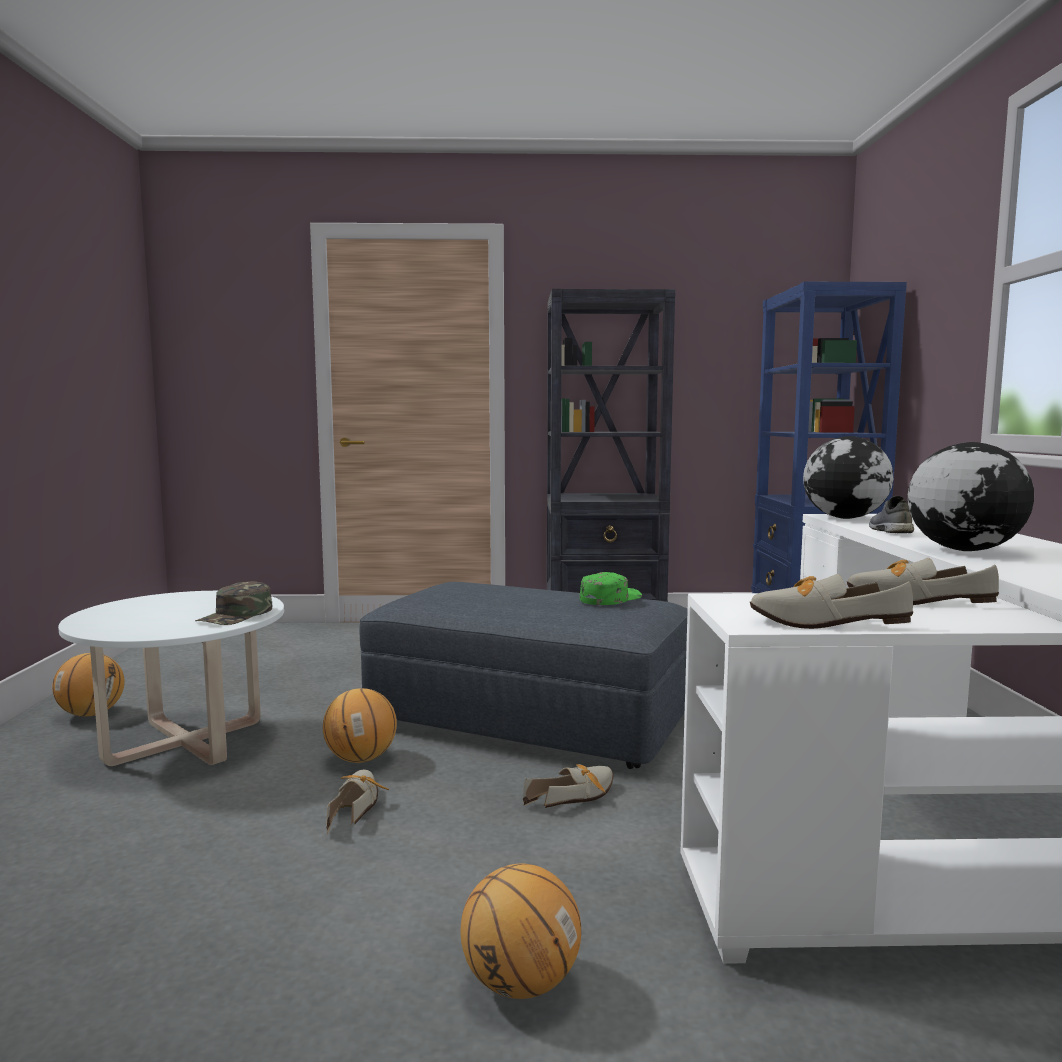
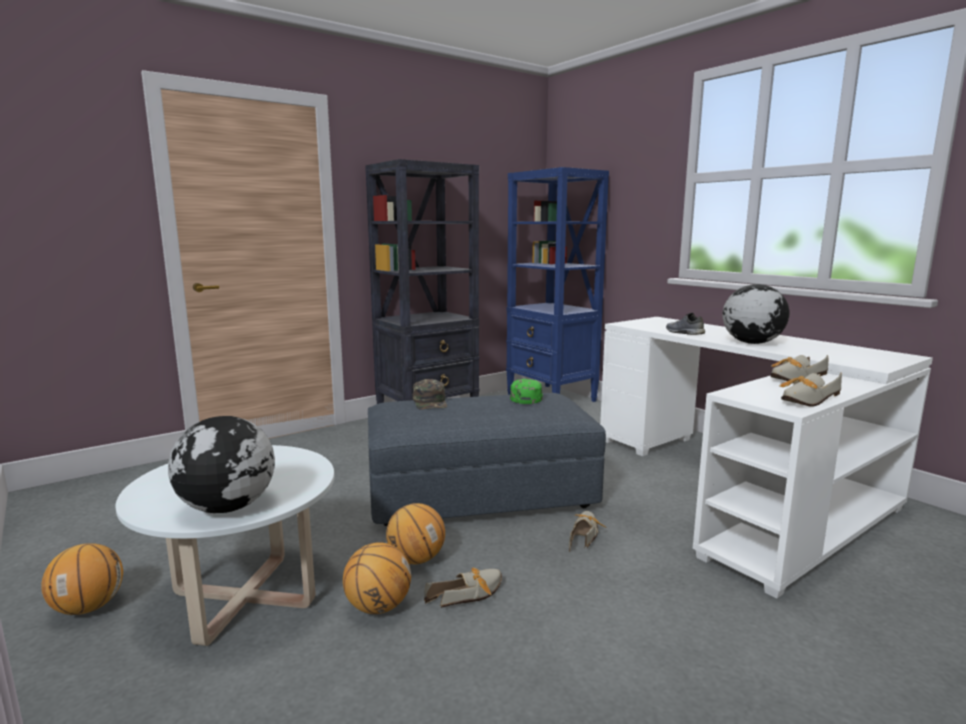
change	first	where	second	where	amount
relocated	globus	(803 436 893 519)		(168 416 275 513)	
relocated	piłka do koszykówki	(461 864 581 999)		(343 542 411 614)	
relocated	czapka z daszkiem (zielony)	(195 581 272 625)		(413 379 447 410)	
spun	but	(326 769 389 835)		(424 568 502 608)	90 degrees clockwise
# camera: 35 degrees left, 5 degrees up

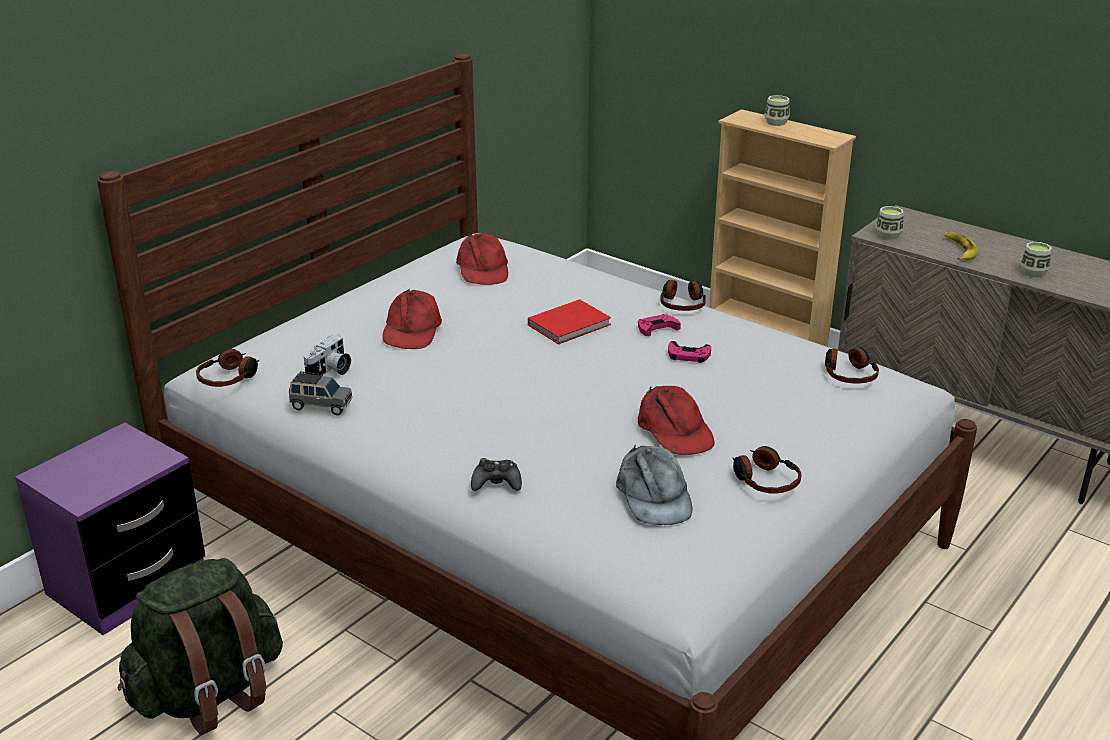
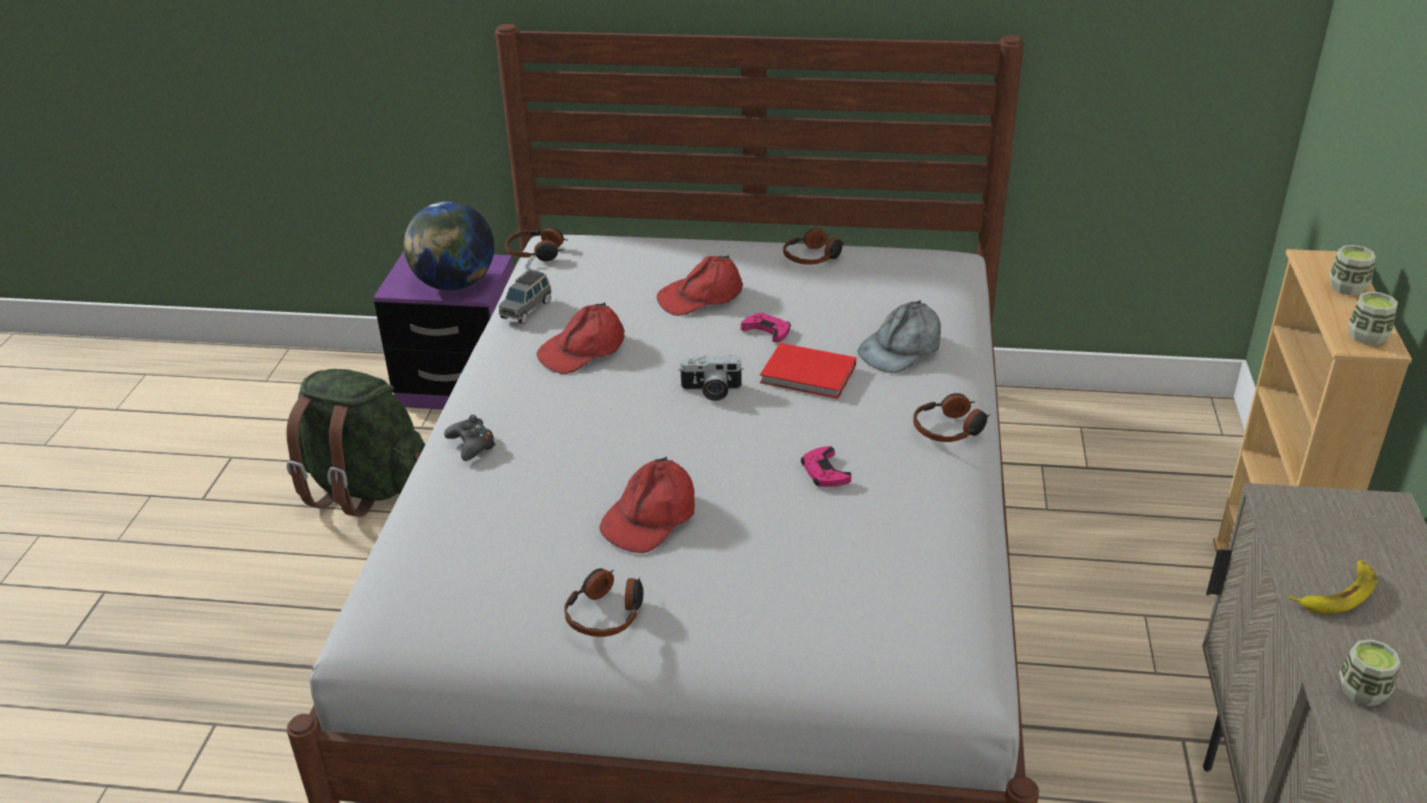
change	first	where	second	where	amount
appeared			globus	(404 201 494 291)	
spun	samochodzik (szary)	(289 371 353 416)		(499 269 552 324)	45 degrees clockwise
relocated	czapka z daszkiem (czerwony)	(456 233 508 285)		(537 302 625 374)	
relocated	aparat fotograficzny	(304 335 351 376)		(678 355 744 401)	
relocated	pad do gier (różowy)	(638 314 681 336)		(741 313 791 342)	
relocated	słuchawki	(825 347 879 383)		(783 228 844 265)	
relocated	czapka z daszkiem (szary)	(616 445 692 525)		(858 300 941 373)	
relocated	filiżanka	(876 206 904 240)		(1348 291 1398 345)	
# camera: 60 degrees right, 5 degrees up

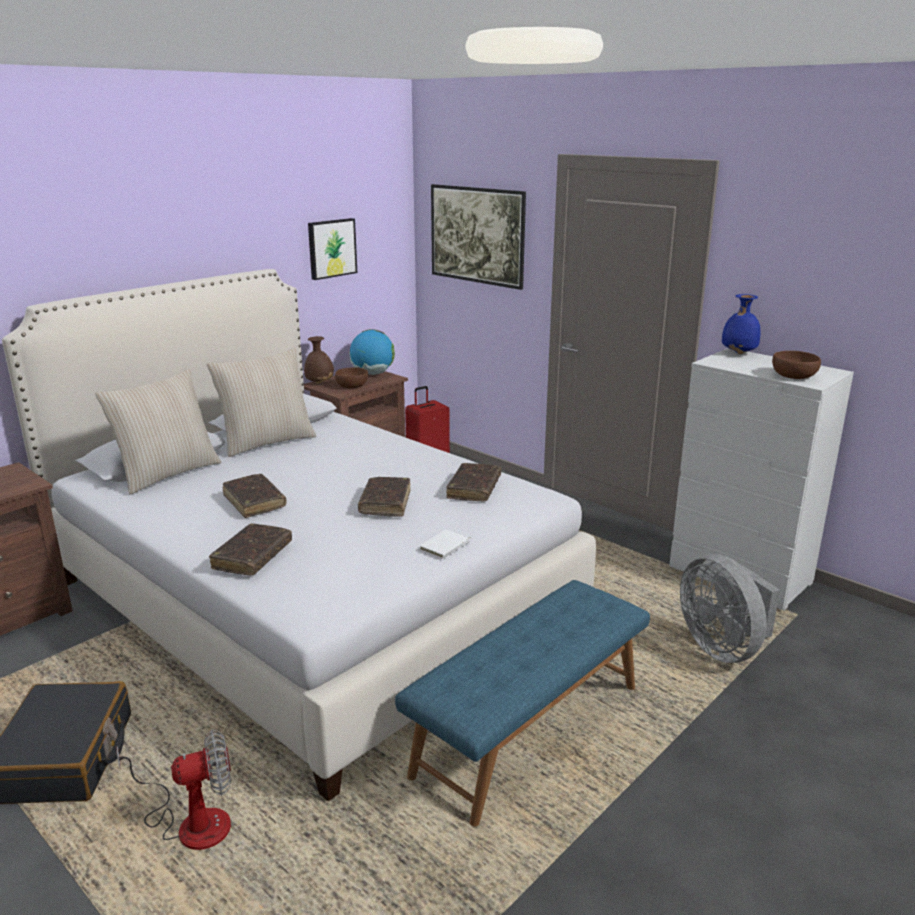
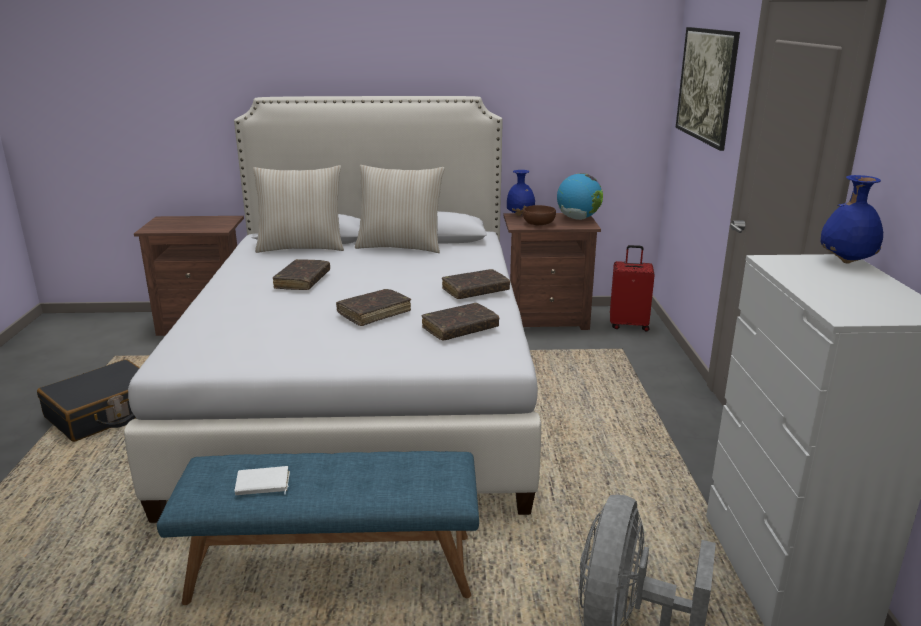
change	first	where	second	where	amount
relocated	książka (biały)	(420 529 477 559)		(235 466 290 495)	
relocated	książka (brązowy)	(209 523 292 575)		(442 269 510 299)	
colour	wazon (brązowy)	(304 336 334 384)	wazon (niebieski)	(507 170 535 216)	
missing	wentylator	(117 729 231 850)			
missing	obraz	(308 218 357 280)			
missing	miska (brązowy)	(772 351 821 379)			
# camera: 45 degrees right, 0 degrees up

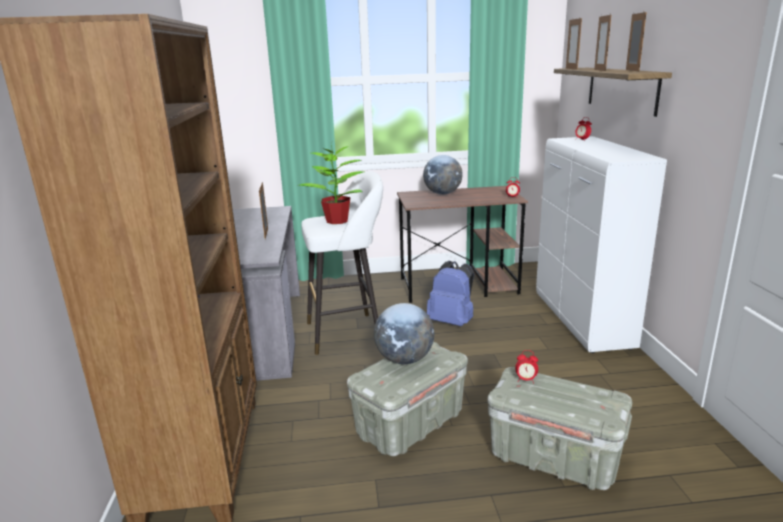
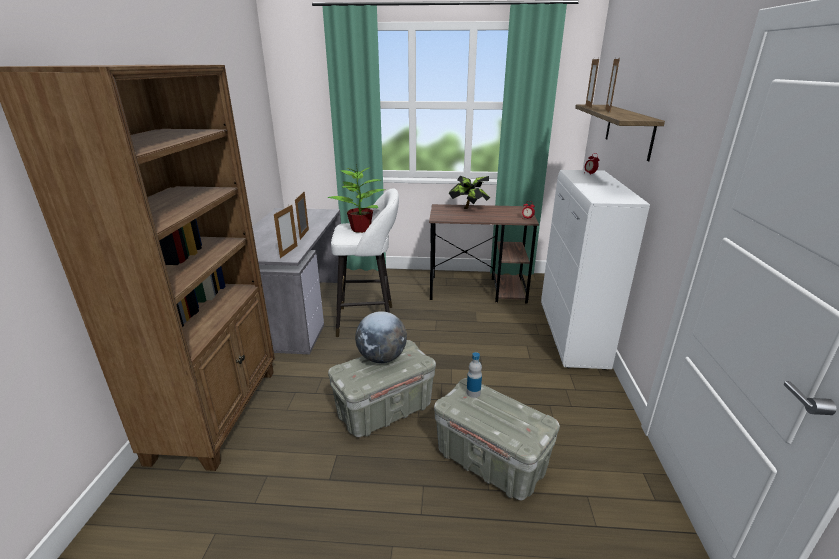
change	first	where	second	where	amount
relocated	ramka na zdjęcie	(626 12 646 71)		(274 205 297 258)	
exchanged	globus	(423 155 463 195)	roślina doniczkowa	(449 176 490 209)	
exchanged	budzik	(515 350 538 384)	butelka	(467 352 482 398)	
missing	plecak (niebieski)	(427 261 474 326)			
# camera: 10 degrees right, 5 degrees up

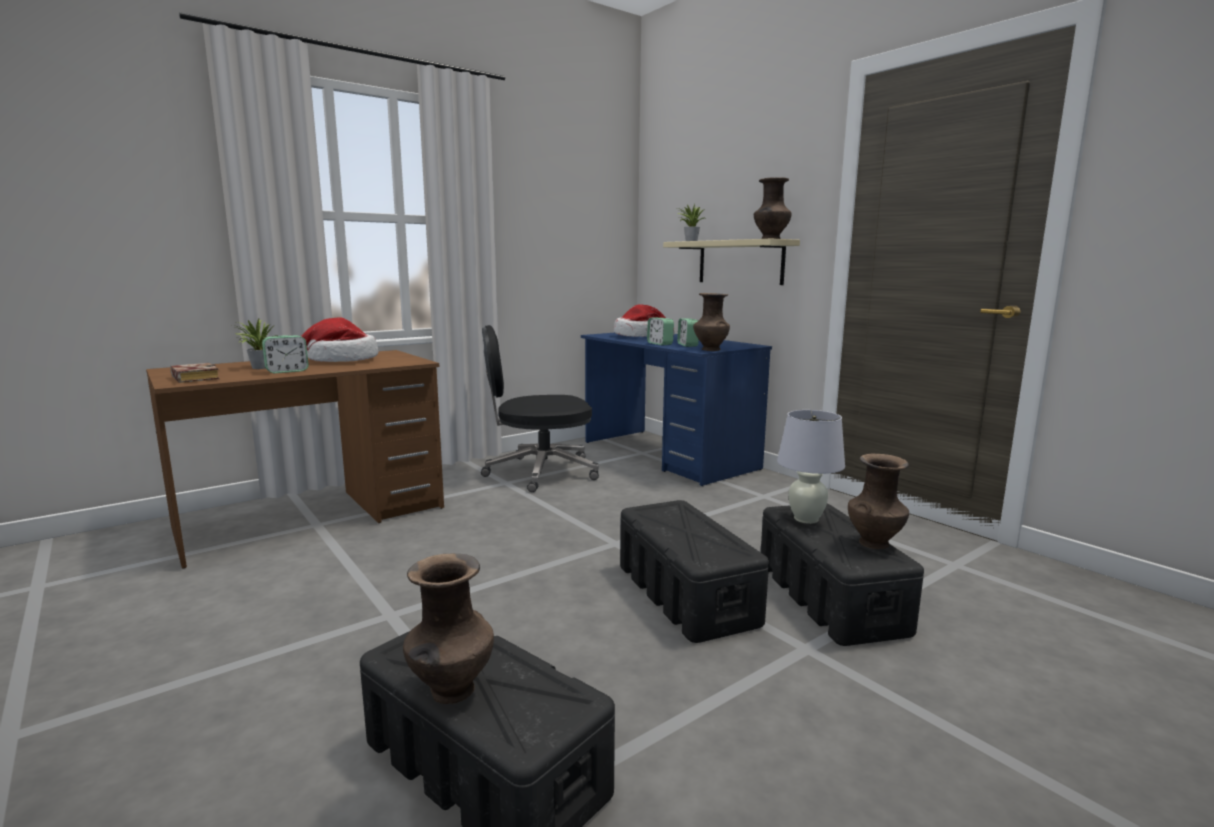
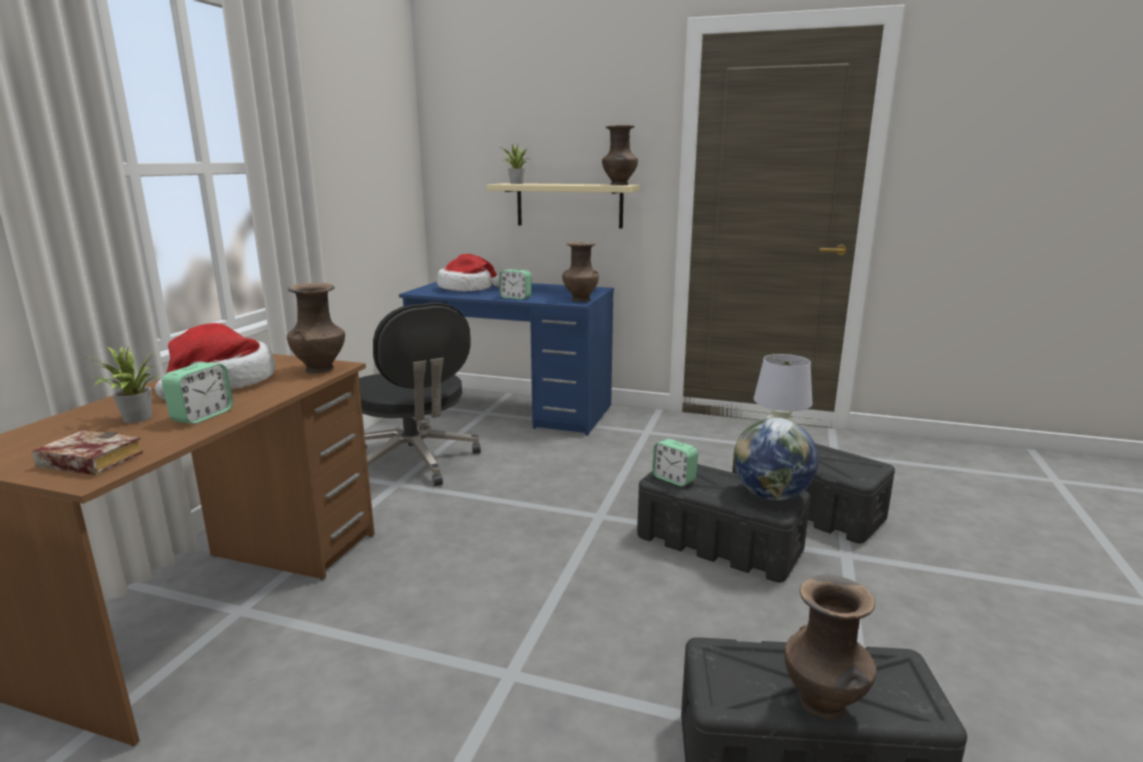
change	first	where	second	where	amount
relocated	wazon (brązowy)	(848 454 909 549)		(287 283 345 374)	
spun	krzesło biurowe (czarny)	(481 325 599 492)		(359 302 481 486)	75 degrees counterclockwise
relocated	budzik	(677 318 699 347)		(652 439 698 486)	
appeared			globus	(734 418 818 500)	
# camera: 35 degrees left, 5 degrees up

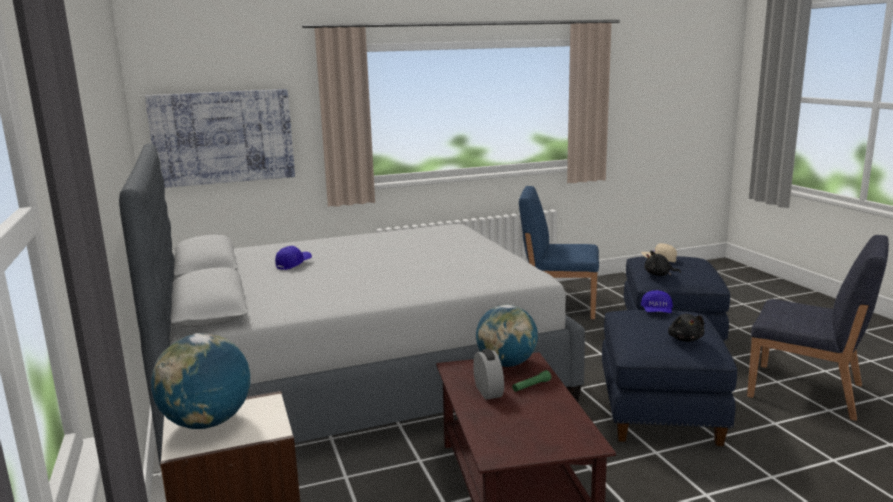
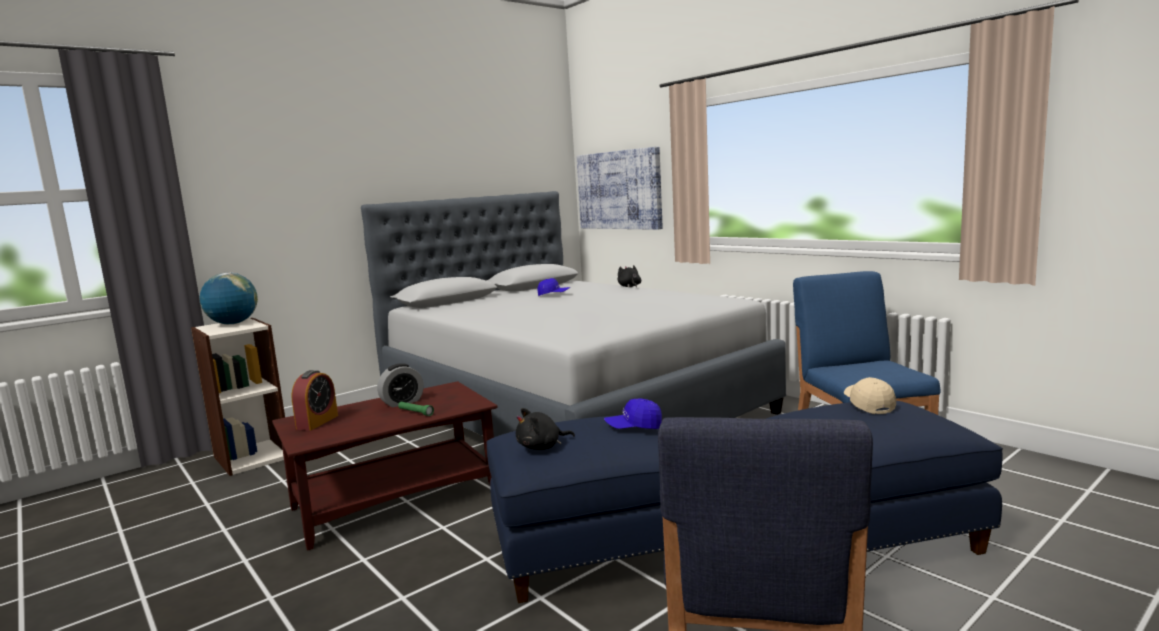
change	first	where	second	where	amount
appeared			budzik	(291 370 338 431)	
relocated	pluszak (czarny)	(645 251 681 276)		(618 265 641 287)	
missing	globus	(476 305 538 367)			
# camera: 70 degrees right, 5 degrees down

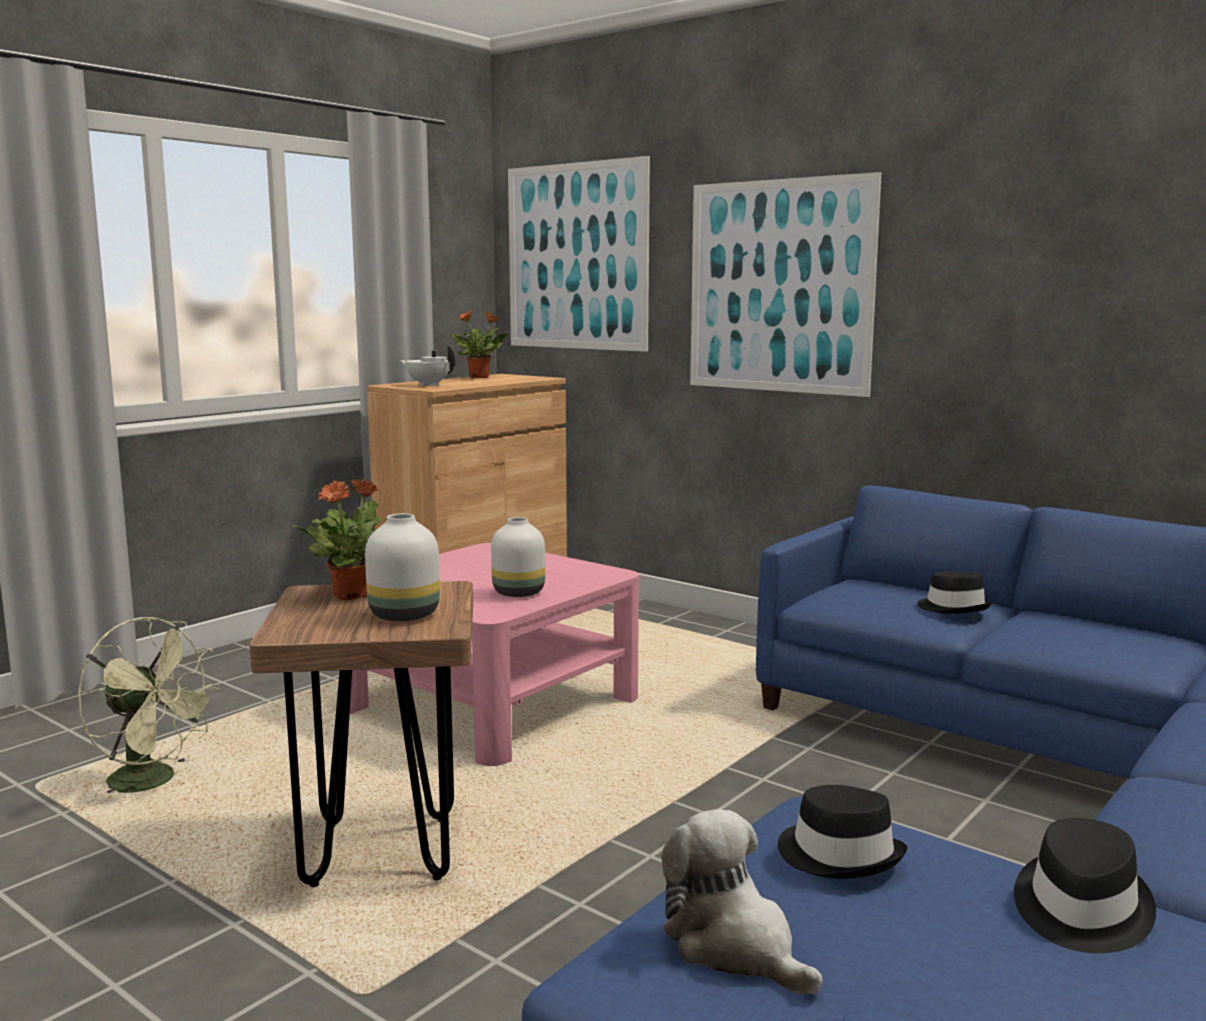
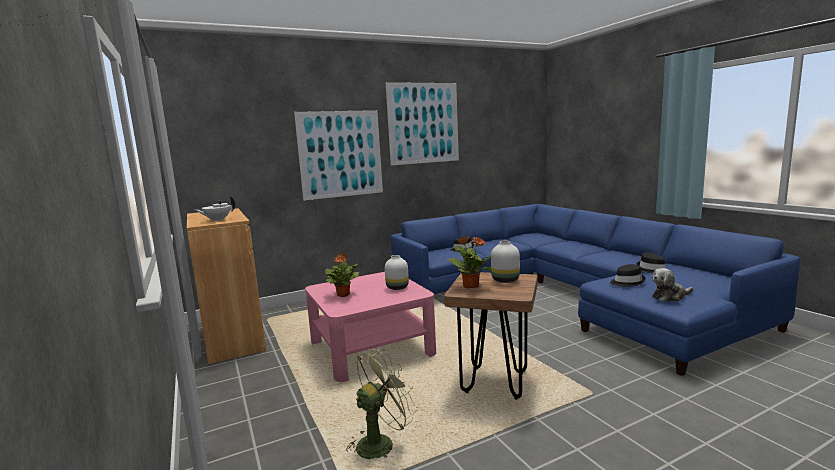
change	first	where	second	where	amount
relocated	roślina doniczkowa	(450 310 508 378)		(325 253 359 297)	
relocated	obraz	(508 156 650 352)		(386 82 459 165)	
# camera: 65 degrees left, 0 degrees up

